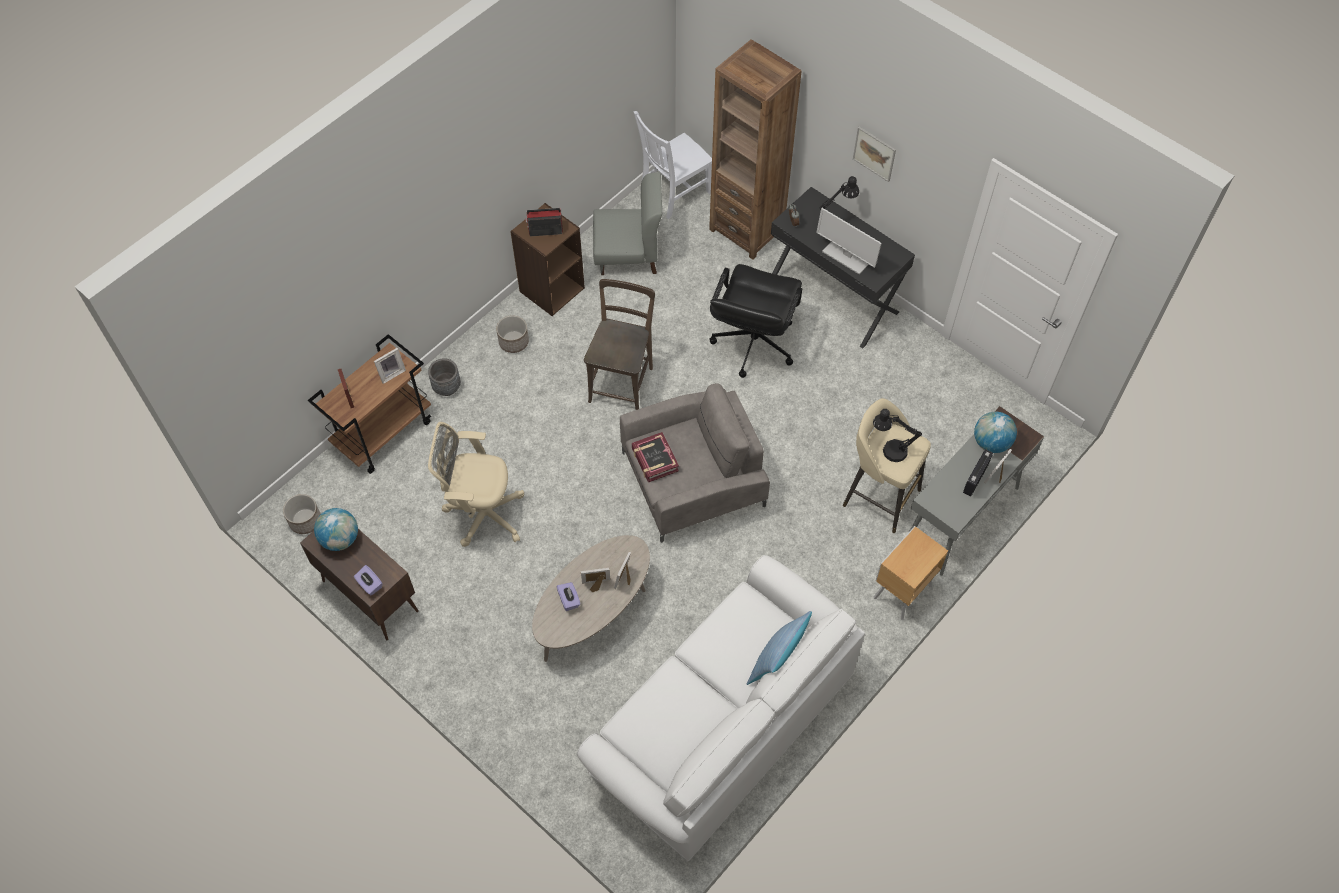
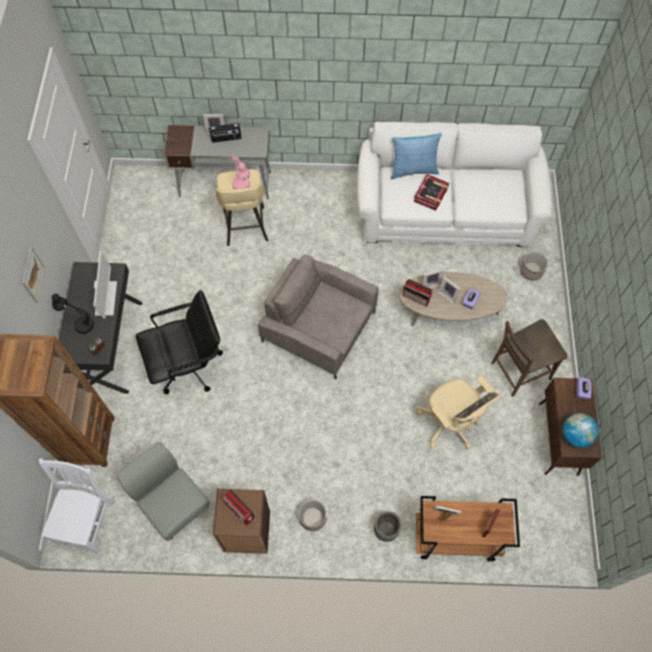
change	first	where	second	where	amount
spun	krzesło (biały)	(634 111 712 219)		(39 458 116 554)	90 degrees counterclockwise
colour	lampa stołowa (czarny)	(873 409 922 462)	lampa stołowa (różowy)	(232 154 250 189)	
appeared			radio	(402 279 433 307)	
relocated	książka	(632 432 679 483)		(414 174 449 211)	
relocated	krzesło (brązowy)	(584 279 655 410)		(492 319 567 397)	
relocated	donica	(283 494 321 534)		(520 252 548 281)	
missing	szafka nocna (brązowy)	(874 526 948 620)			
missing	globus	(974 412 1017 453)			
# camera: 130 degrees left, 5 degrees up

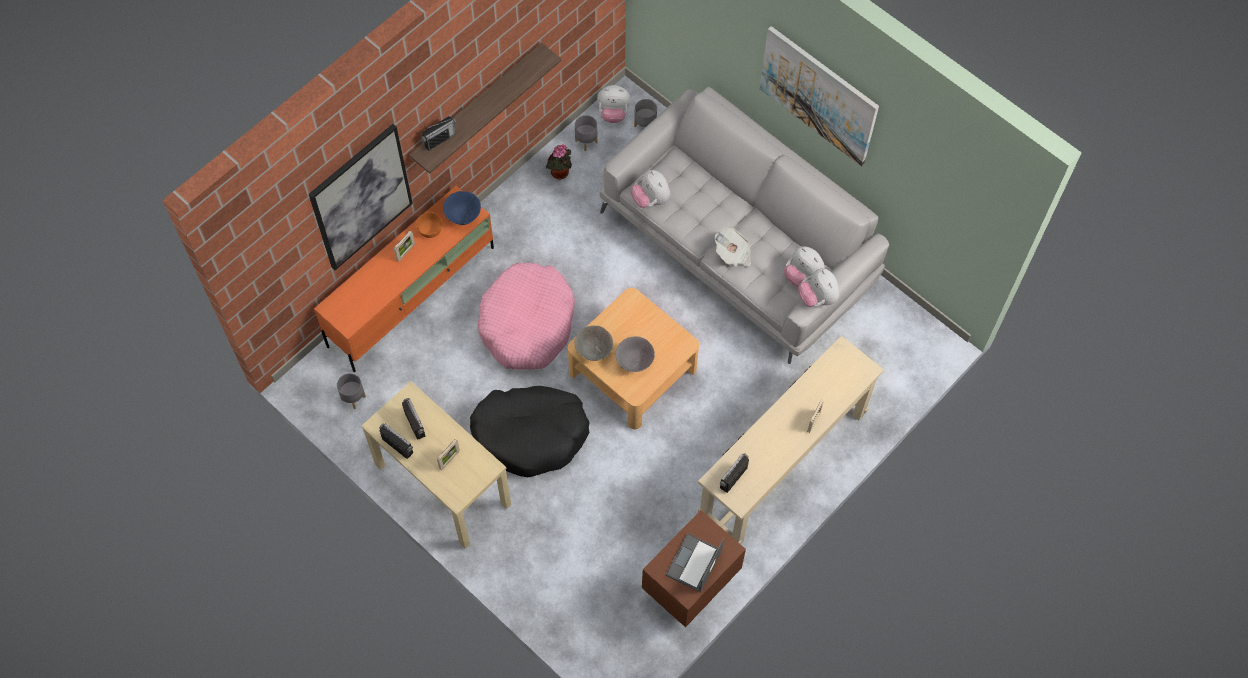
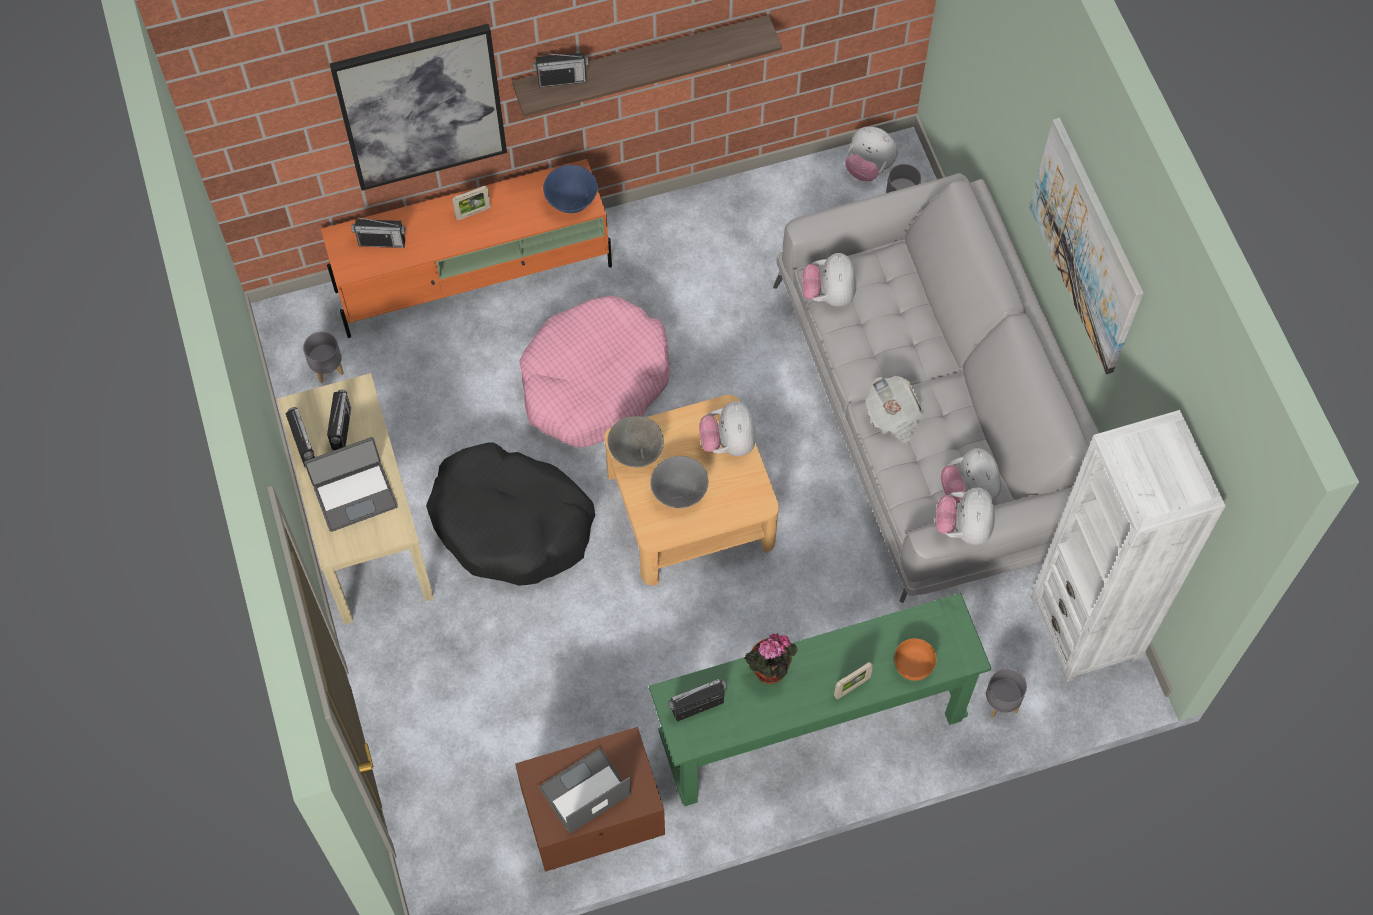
change	first	where	second	where	amount
exchanged	ramka na zdjęcie	(437 439 460 470)	laptop	(304 437 398 532)	
appeared			radio	(351 217 406 248)	
colour	stolik konsolowy (beżowy)	(698 336 884 544)	stolik konsolowy (zielony)	(649 593 991 806)	
appeared			pluszak	(699 401 756 456)	
relocated	roślina doniczkowa	(546 144 572 180)		(744 633 797 684)	
relocated	miska (pomarańczowy)	(416 212 442 238)		(894 638 937 681)	
relocated	donica (szary)	(575 115 598 151)		(985 668 1027 718)	
appeared			regał (biały)	(1031 410 1226 682)	
# camera: 30 degrees right, 0 degrees up

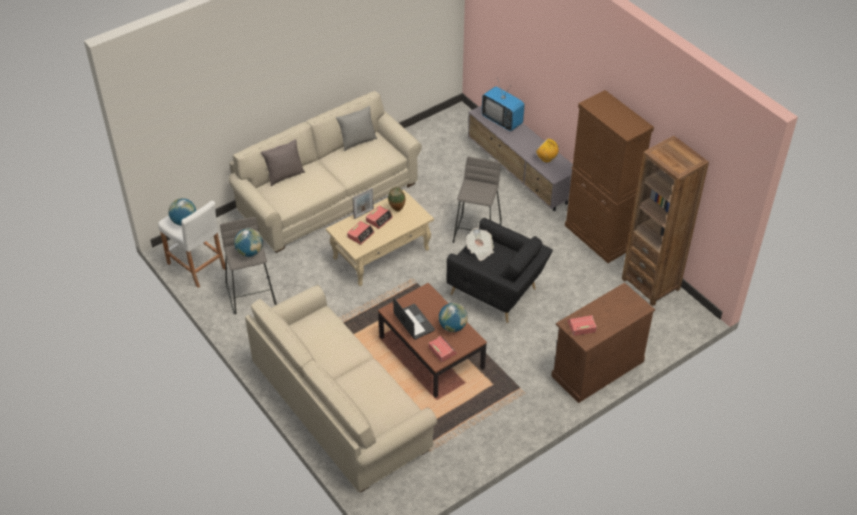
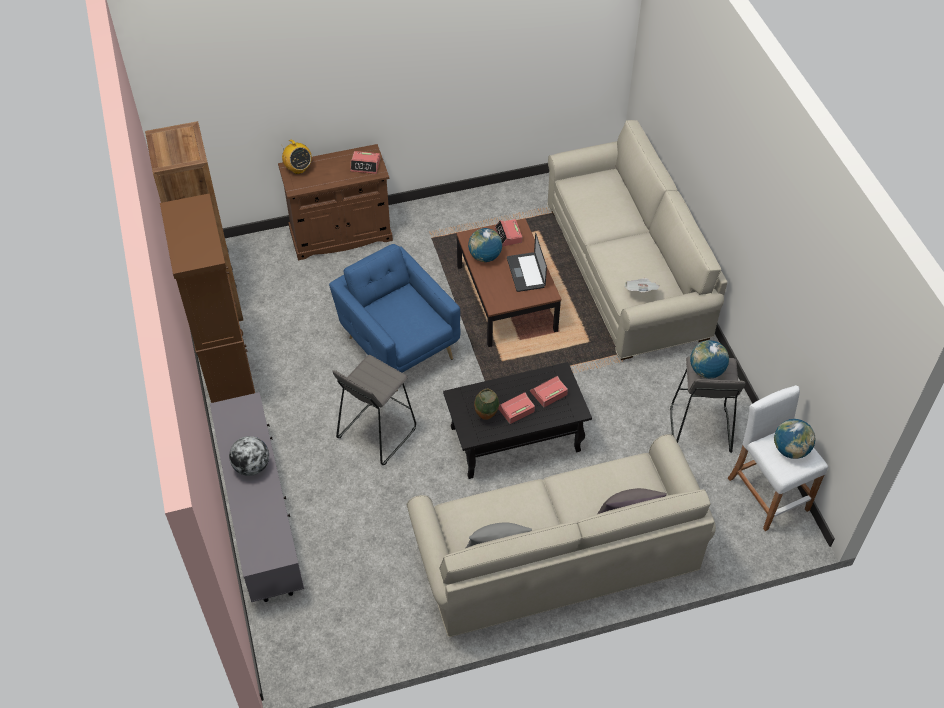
change	first	where	second	where	amount
appeared			globus	(229 436 269 476)	
relocated	radio	(536 139 560 162)		(281 139 312 174)	
colour	fotel (czarny)	(446 218 553 323)	fotel (niebieski)	(329 244 460 392)	
colour	ława (beżowy)	(326 190 434 286)	ława (czarny)	(443 362 592 479)	
relocated	gazeta	(467 228 494 261)		(625 278 660 292)	
missing	ramka na zdjęcie	(353 188 374 219)			
missing	telewizor	(482 80 525 131)			
# camera: 160 degrees left, 5 degrees up

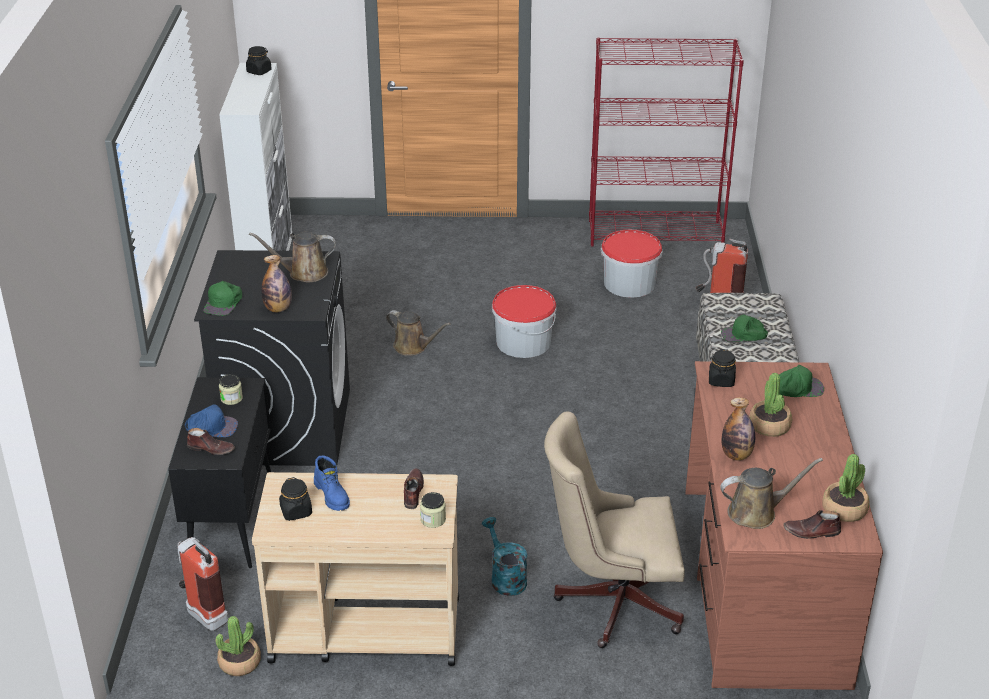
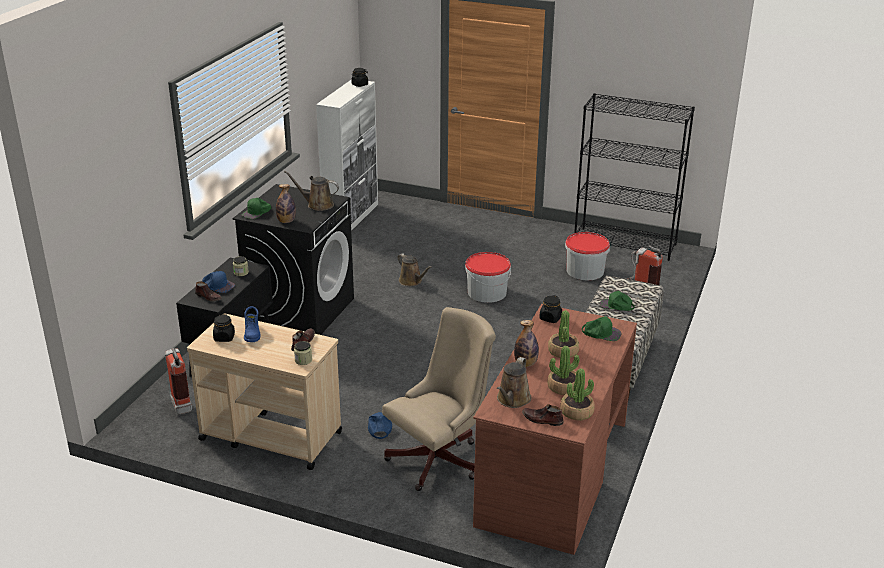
change	first	where	second	where	amount
exchanged	konewka (turkusowy)	(482 517 527 596)	czapka z daszkiem (niebieski)	(368 412 392 439)	
spun	krzesło biurowe (beżowy)	(544 412 685 648)		(382 307 496 491)	120 degrees clockwise
spun	konewka (brązowy)	(720 458 823 529)		(497 357 531 408)	105 degrees clockwise
relocated	roślina doniczkowa	(215 616 261 676)		(547 346 580 395)	
colour	regał (czerwony)	(589 37 744 246)	regał (czarny)	(574 93 695 261)	
# camera: 20 degrees right, 5 degrees down

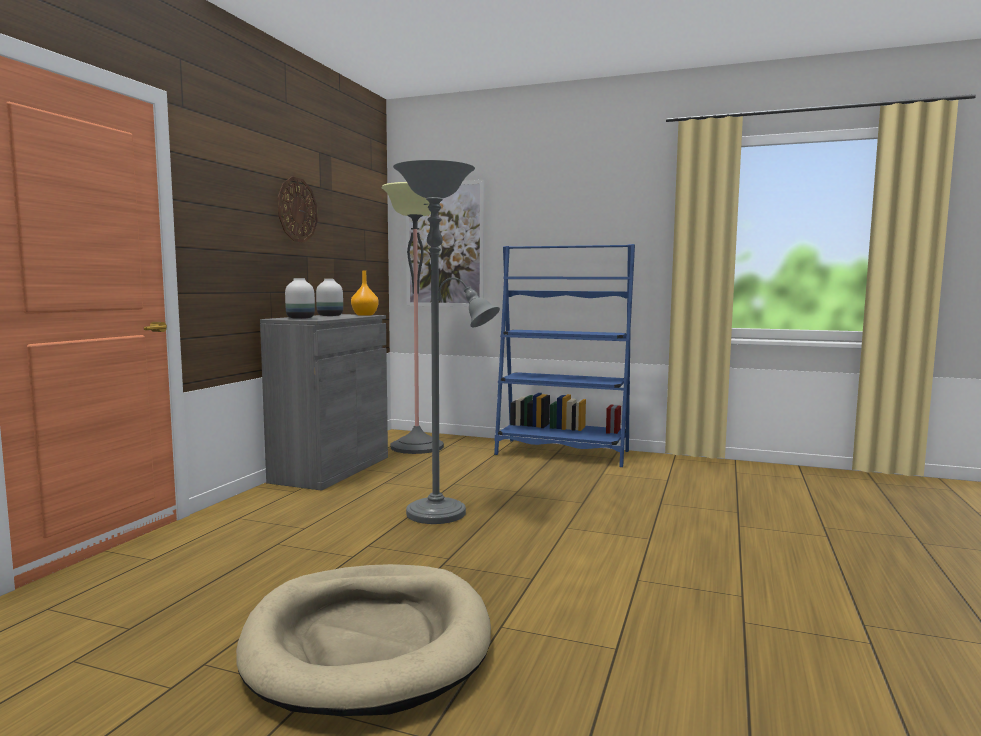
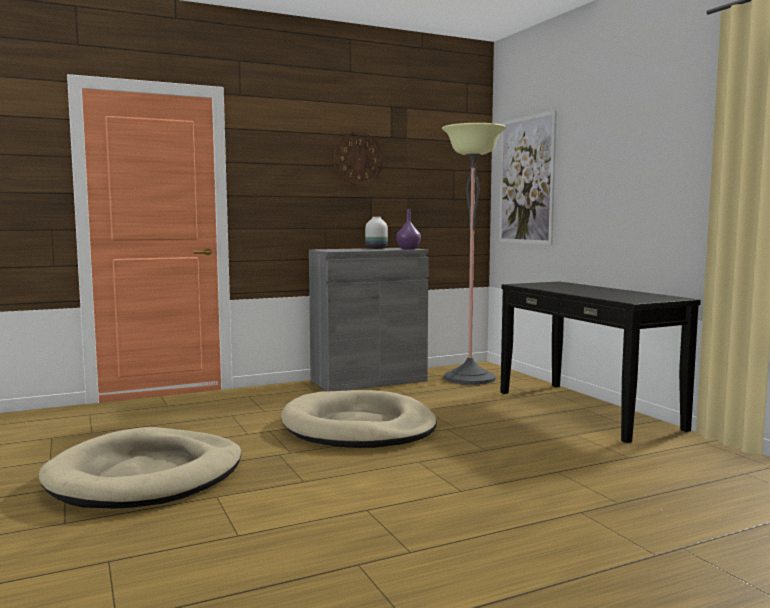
change	first	where	second	where	amount
exchanged	lampa stojąca (szary)	(393 160 500 524)	legowisko (beżowy)	(281 390 437 448)	
colour	wazon (pomarańczowy)	(351 270 379 316)	wazon (fioletowy)	(396 209 421 249)	
exchanged	regał (niebieski)	(494 244 635 467)	stolik konsolowy (czarny)	(500 281 701 443)	
missing	wazon (biały)	(285 278 315 319)			
# camera: 45 degrees right, 0 degrees up

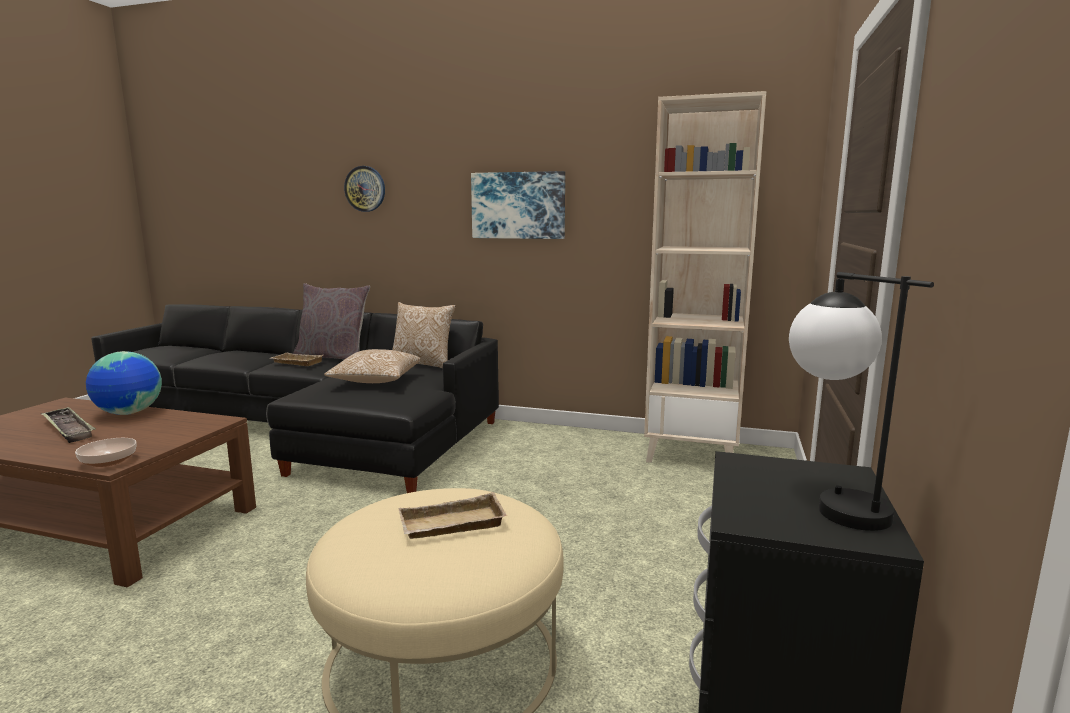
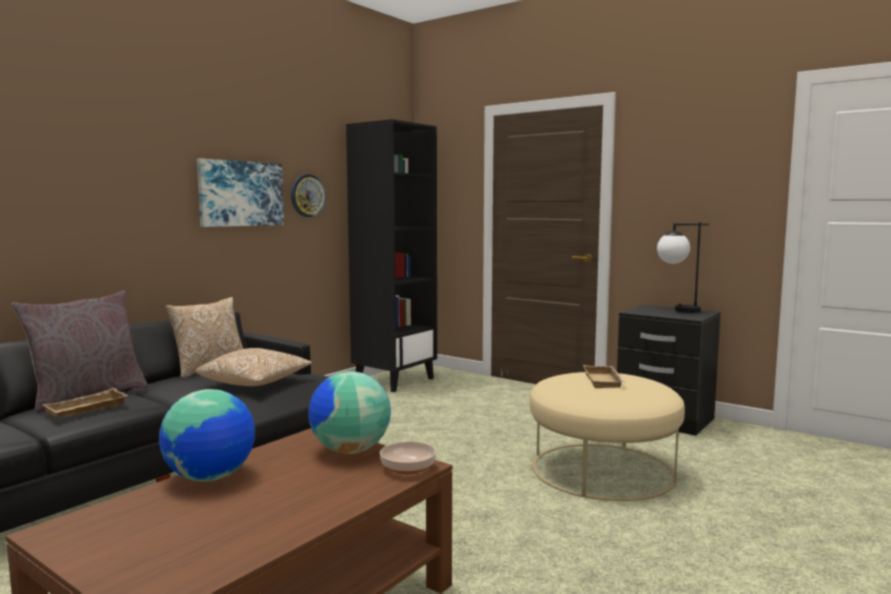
change	first	where	second	where	amount
relocated	zegar ścienny	(344 166 385 212)		(291 174 326 217)	
appeared			globus	(308 371 391 454)	
colour	regał (beżowy)	(644 91 766 463)	regał (czarny)	(346 119 437 392)	
missing	taca	(42 407 96 443)			
# camera: 70 degrees left, 5 degrees down

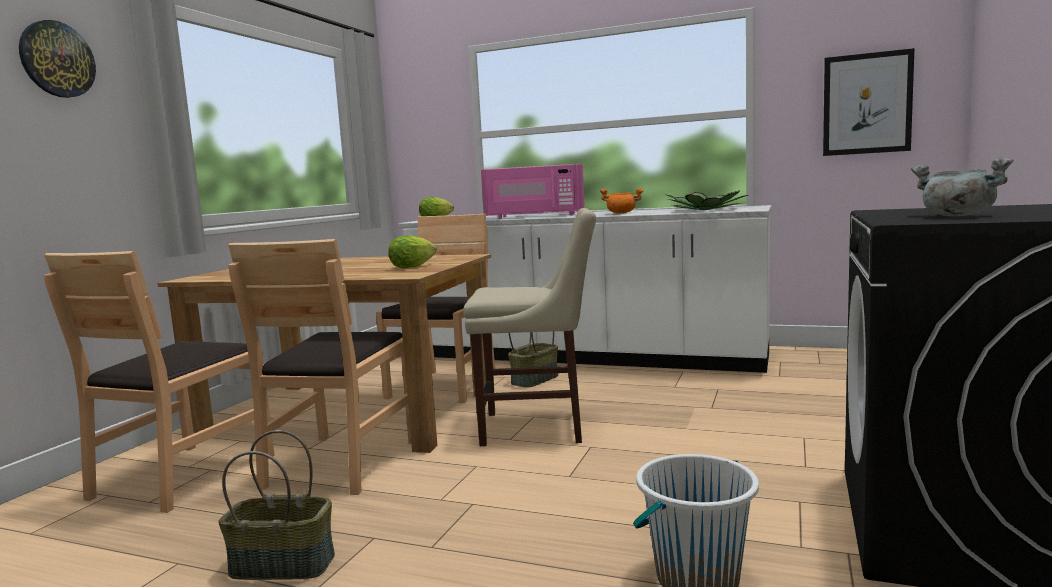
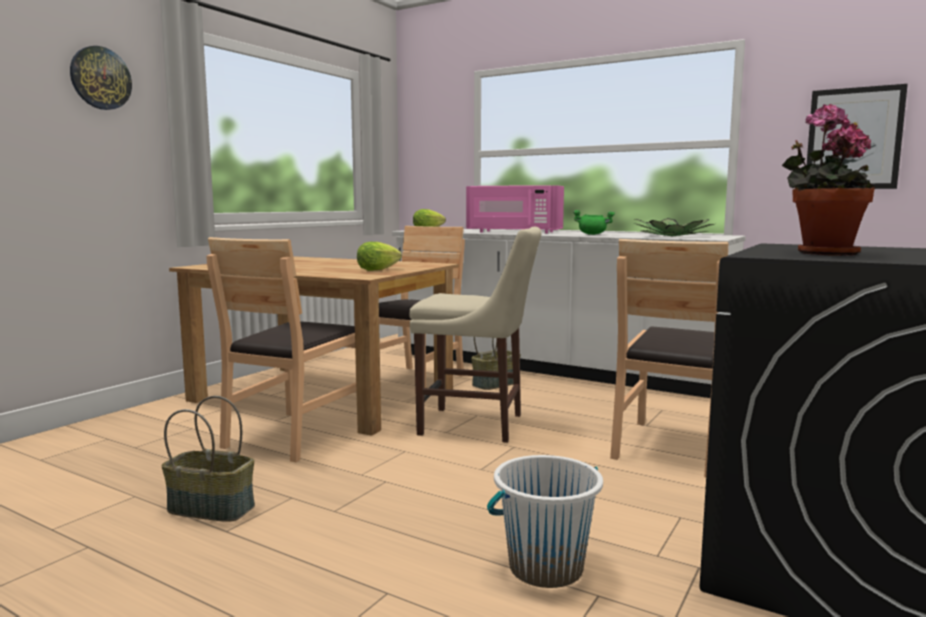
change	first	where	second	where	amount
colour	garnek (pomarańczowy)	(600 188 644 214)	garnek (zielony)	(573 210 615 235)	
relocated	krzesło (brązowy)	(44 251 275 513)		(610 239 728 477)	
exchanged	garnek (szary)	(911 157 1014 216)	roślina doniczkowa	(782 104 875 256)	
# camera: 10 degrees right, 0 degrees up

